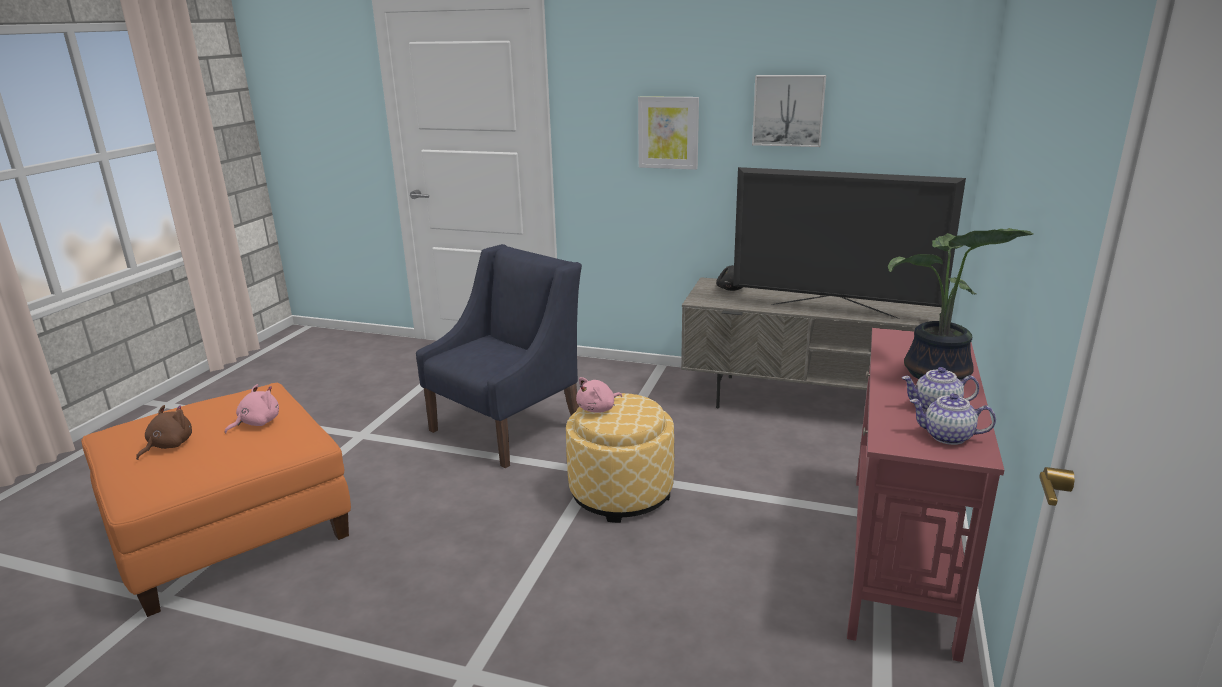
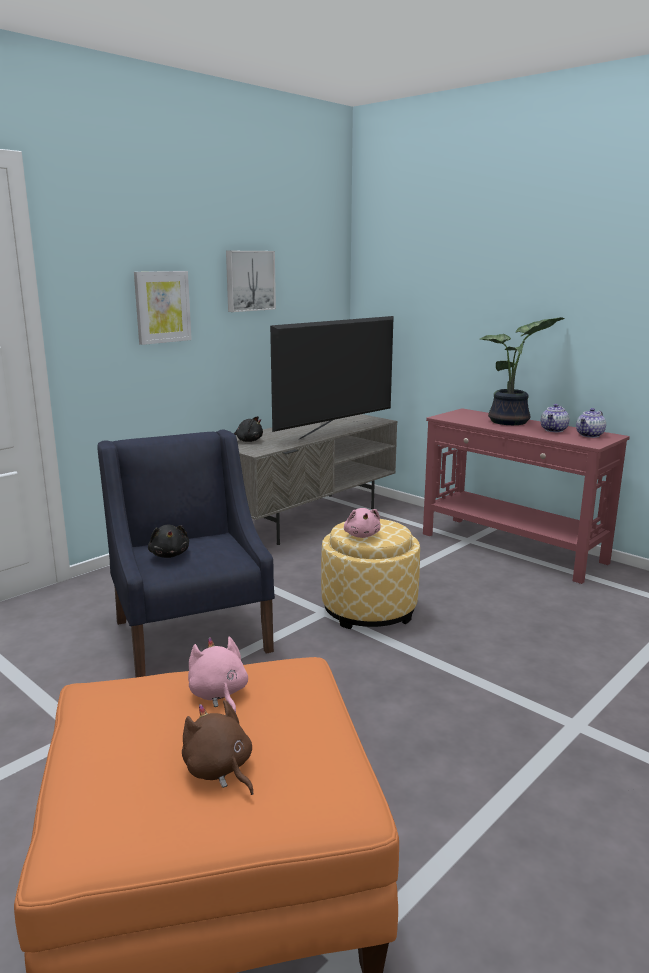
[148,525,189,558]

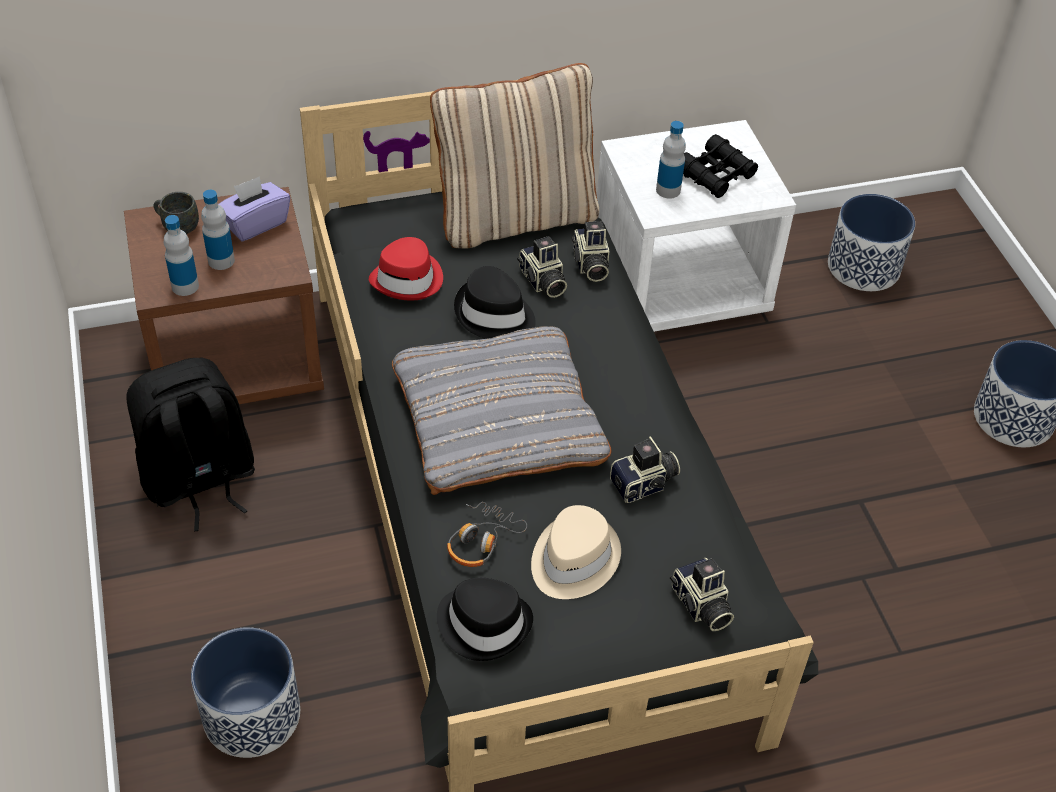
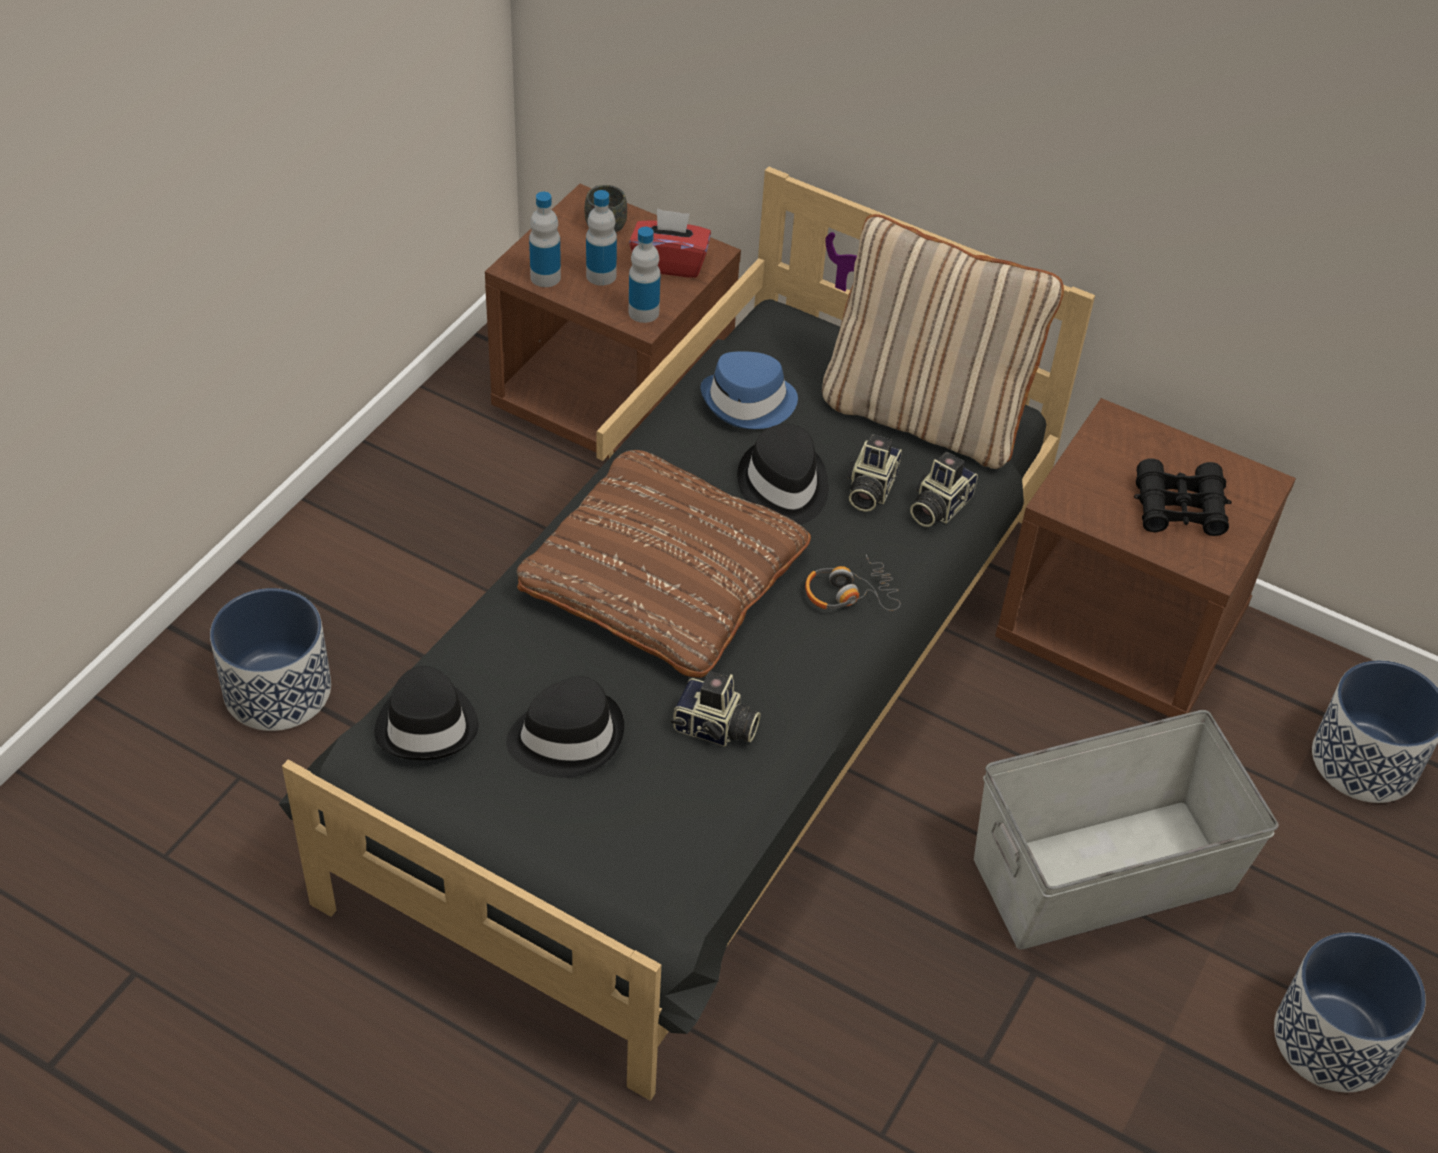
[506,676,624,778]
[517,450,811,678]
[629,209,711,278]
[629,227,660,323]
[701,351,798,429]
[805,555,901,611]
[974,710,1279,950]
[995,398,1296,717]
[126,358,255,532] (first image)
[670,558,734,631] (first image)

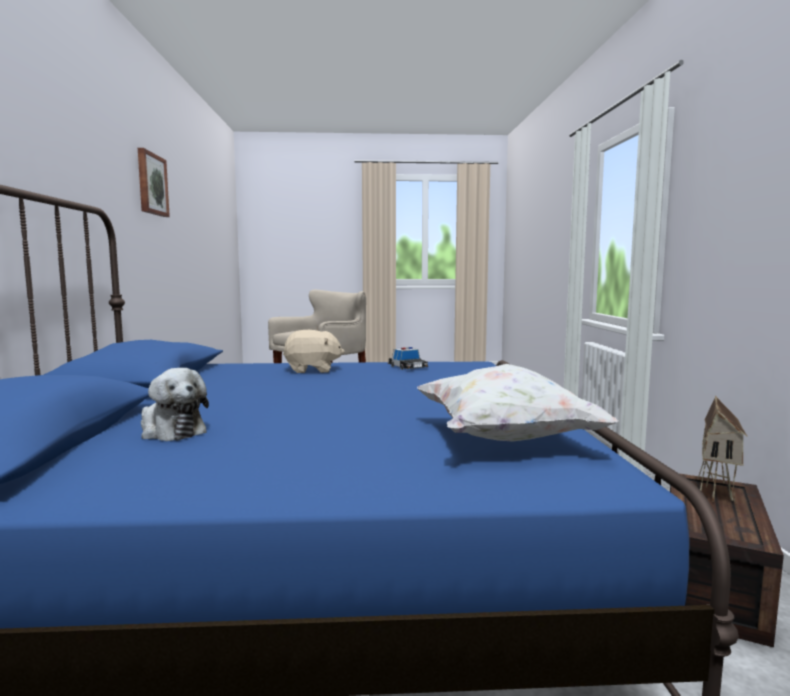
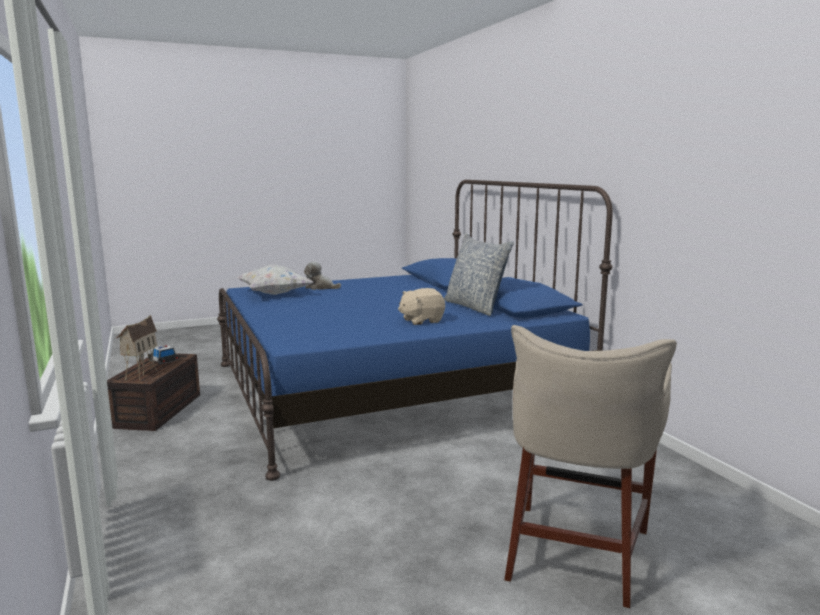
[147,345,180,364]
[304,261,341,290]
[444,234,514,316]
[138,148,170,217] (first image)

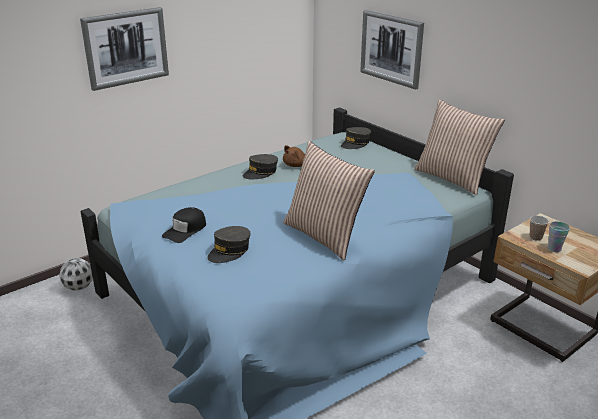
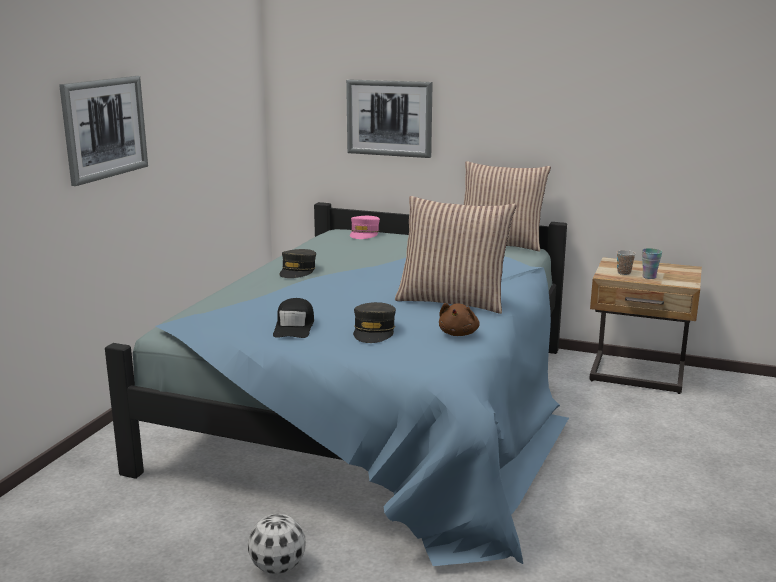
[248,514,305,574]
[350,216,380,239]
[439,303,480,336]

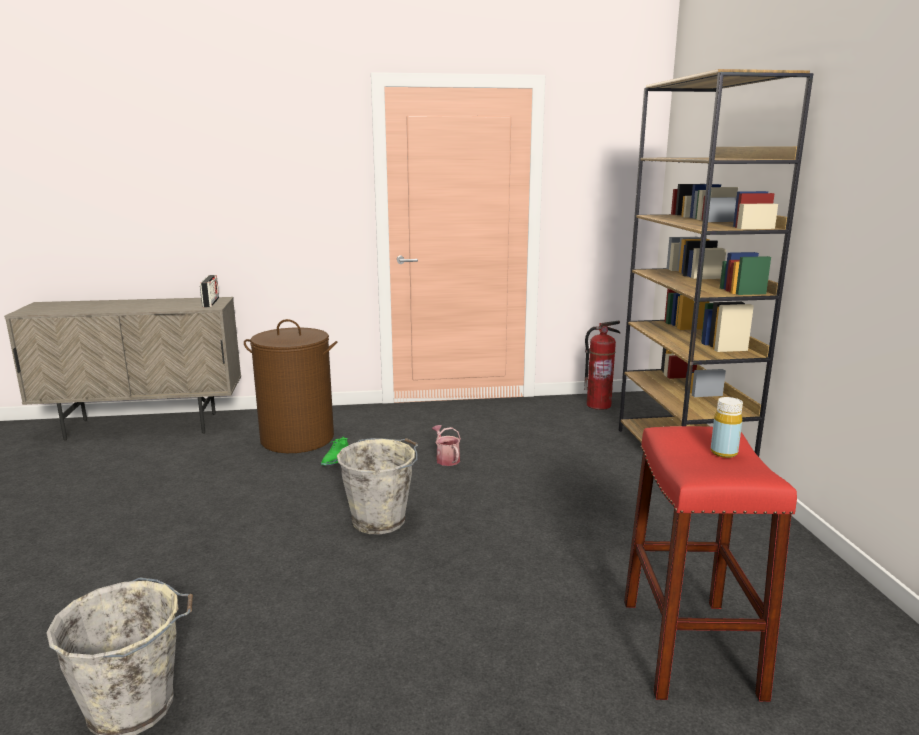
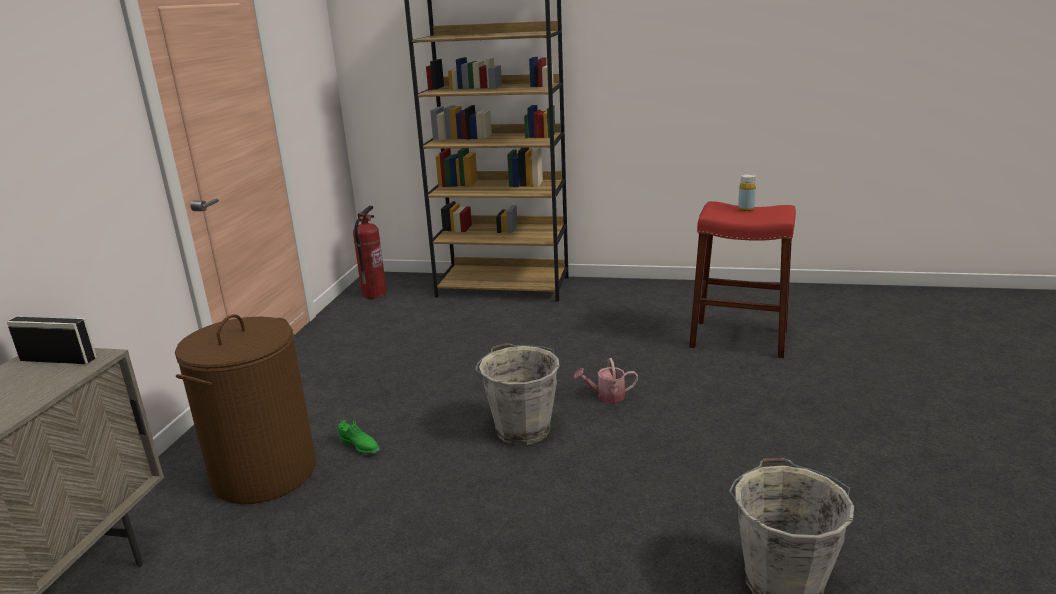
[574,358,638,403]

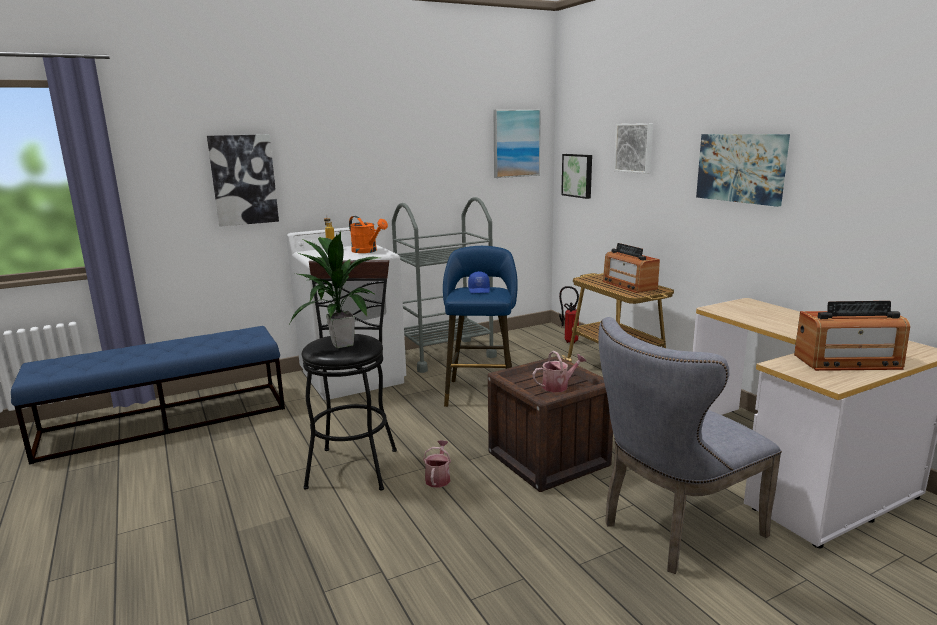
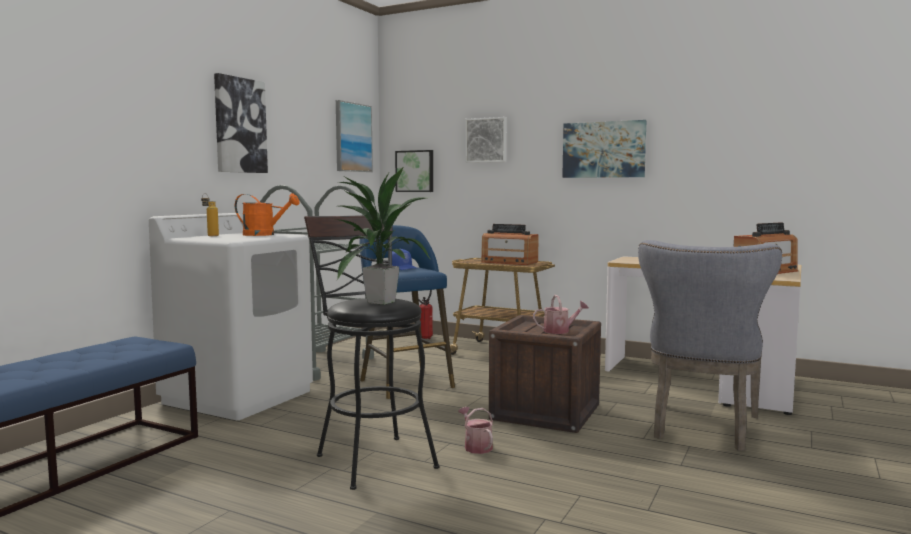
[214,73,268,173]
[533,295,589,334]

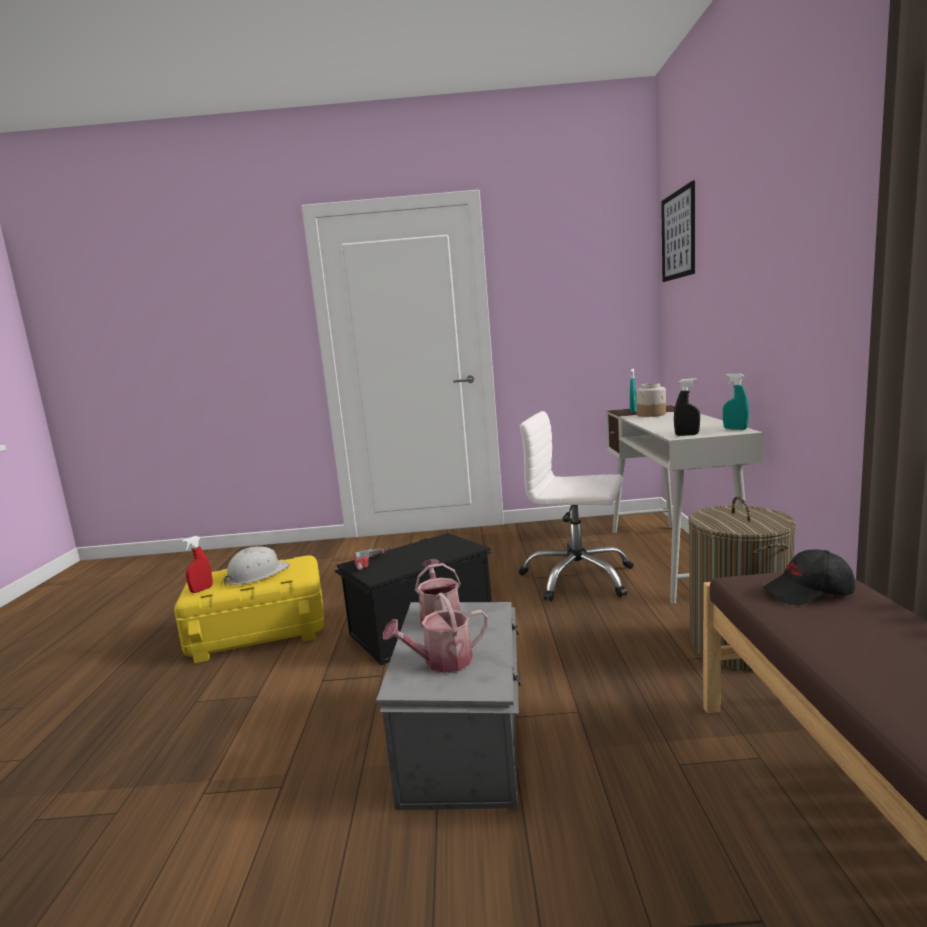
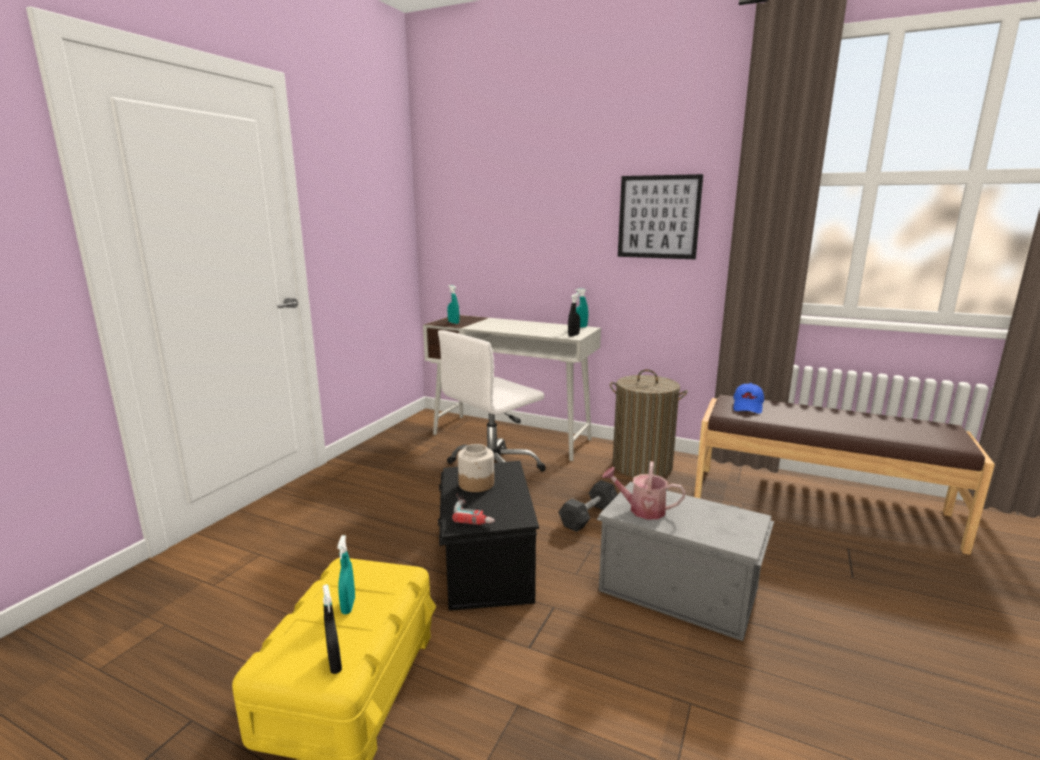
[323,584,342,674]
[337,535,355,614]
[458,444,494,492]
[558,480,618,532]
[618,174,703,259]
[733,383,764,414]
[383,593,488,673] (first image)

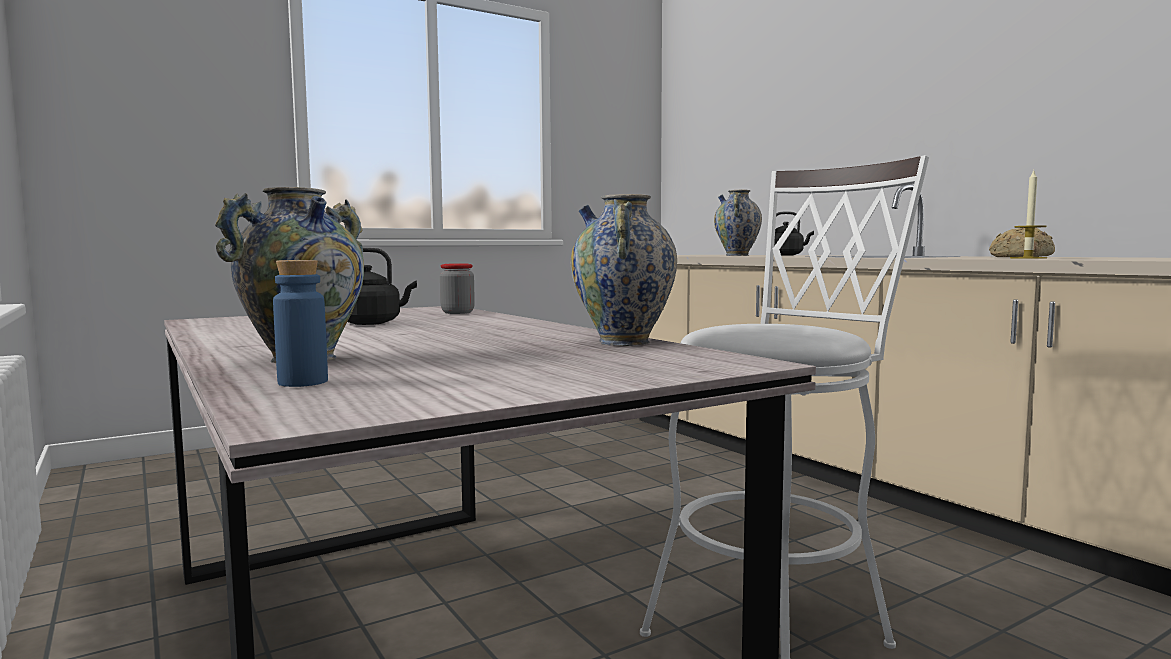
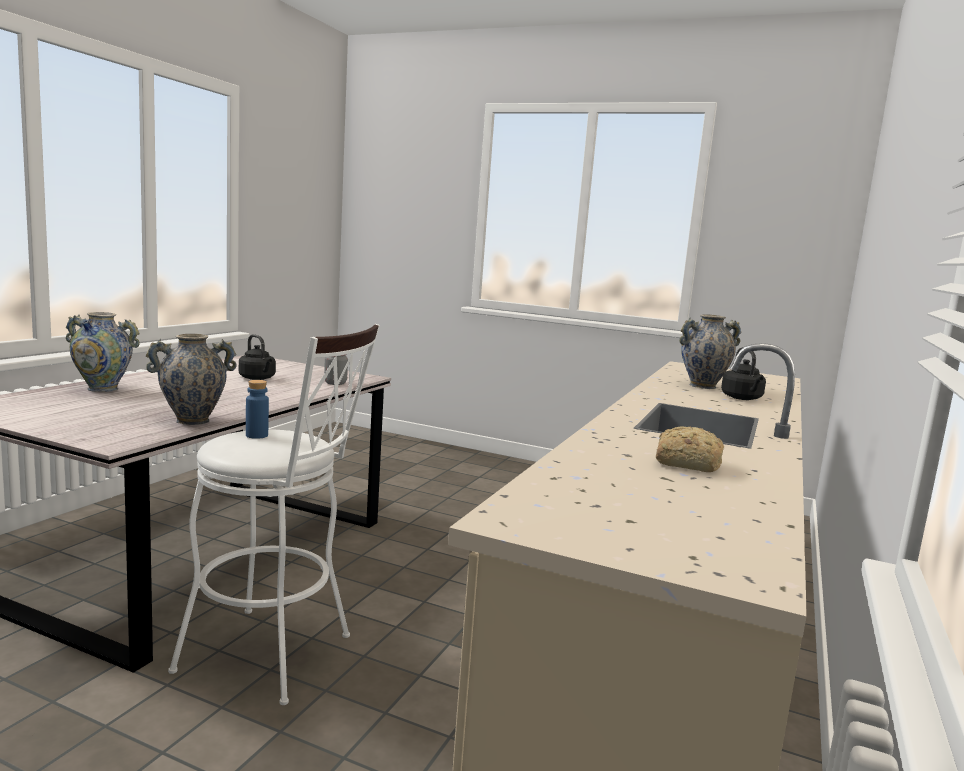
[246,380,269,439]
[1010,171,1047,259] (first image)

